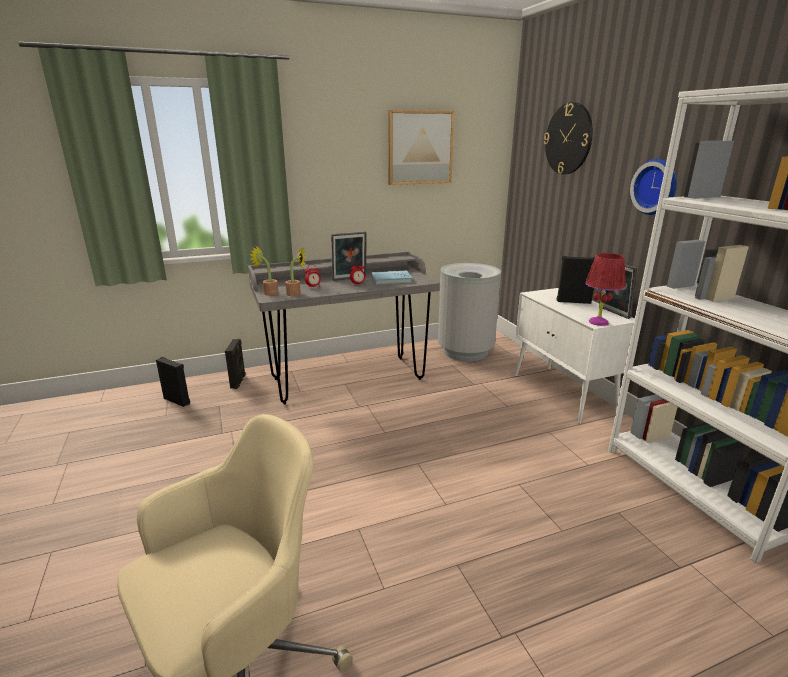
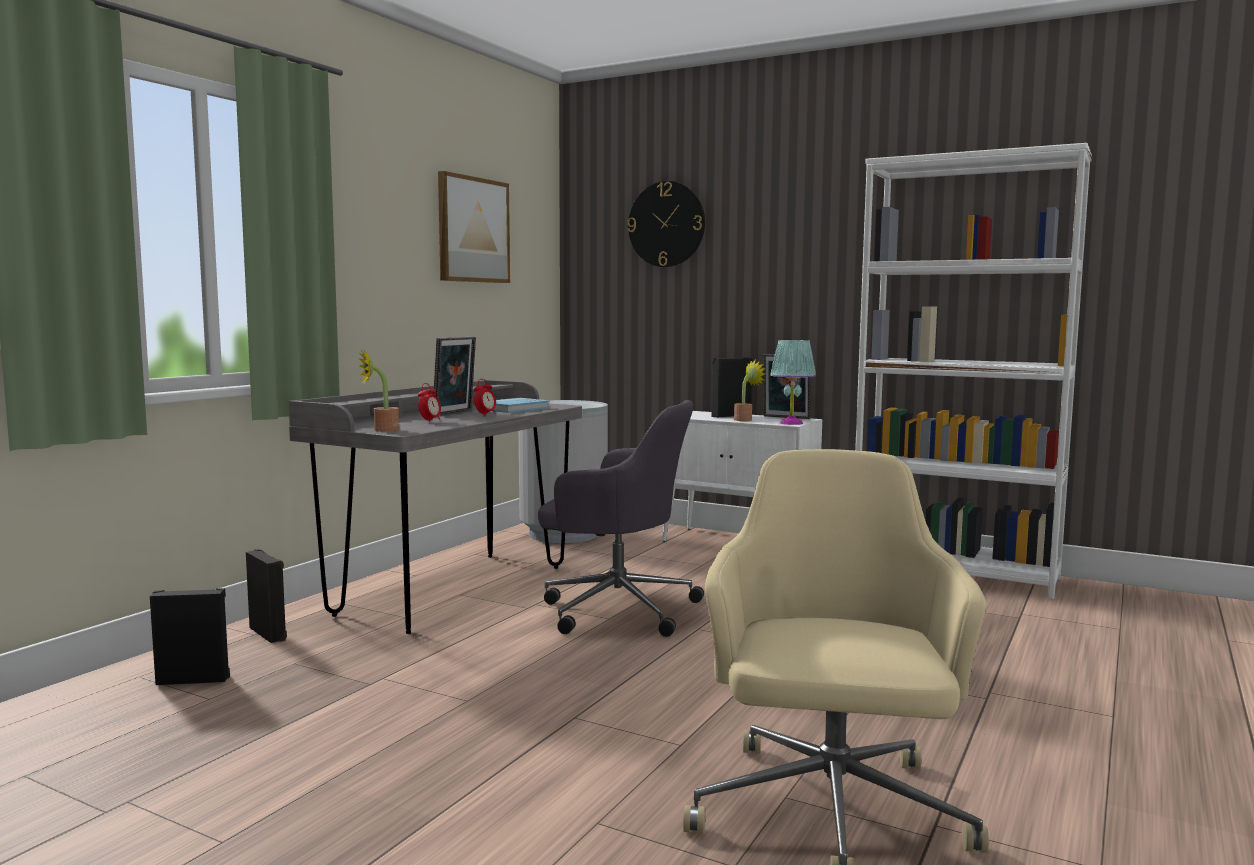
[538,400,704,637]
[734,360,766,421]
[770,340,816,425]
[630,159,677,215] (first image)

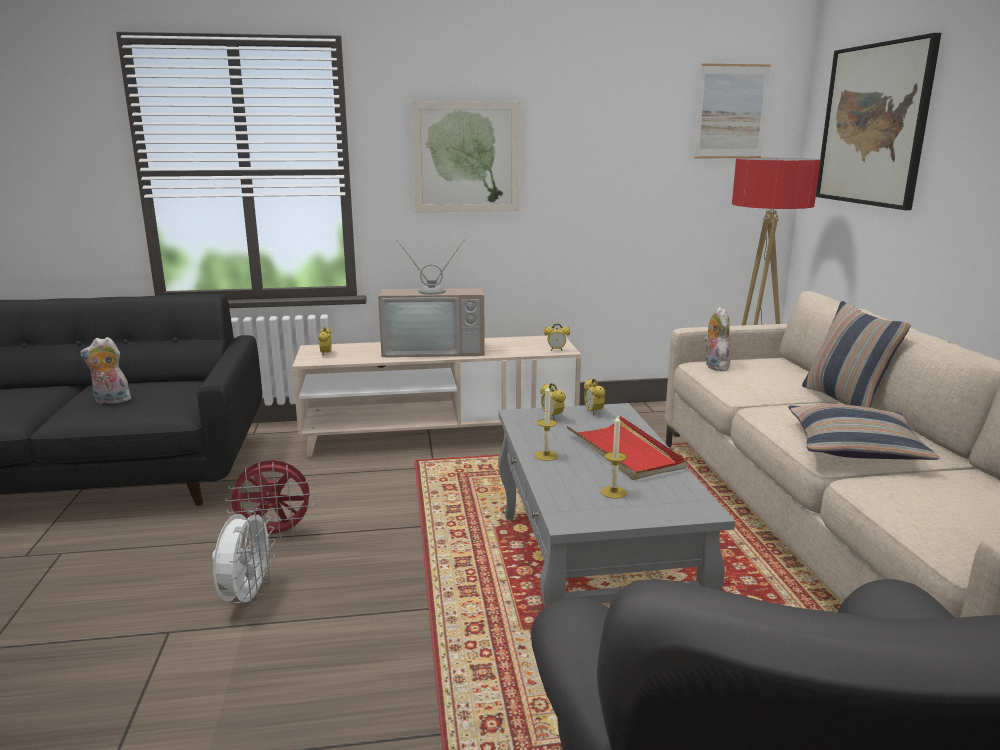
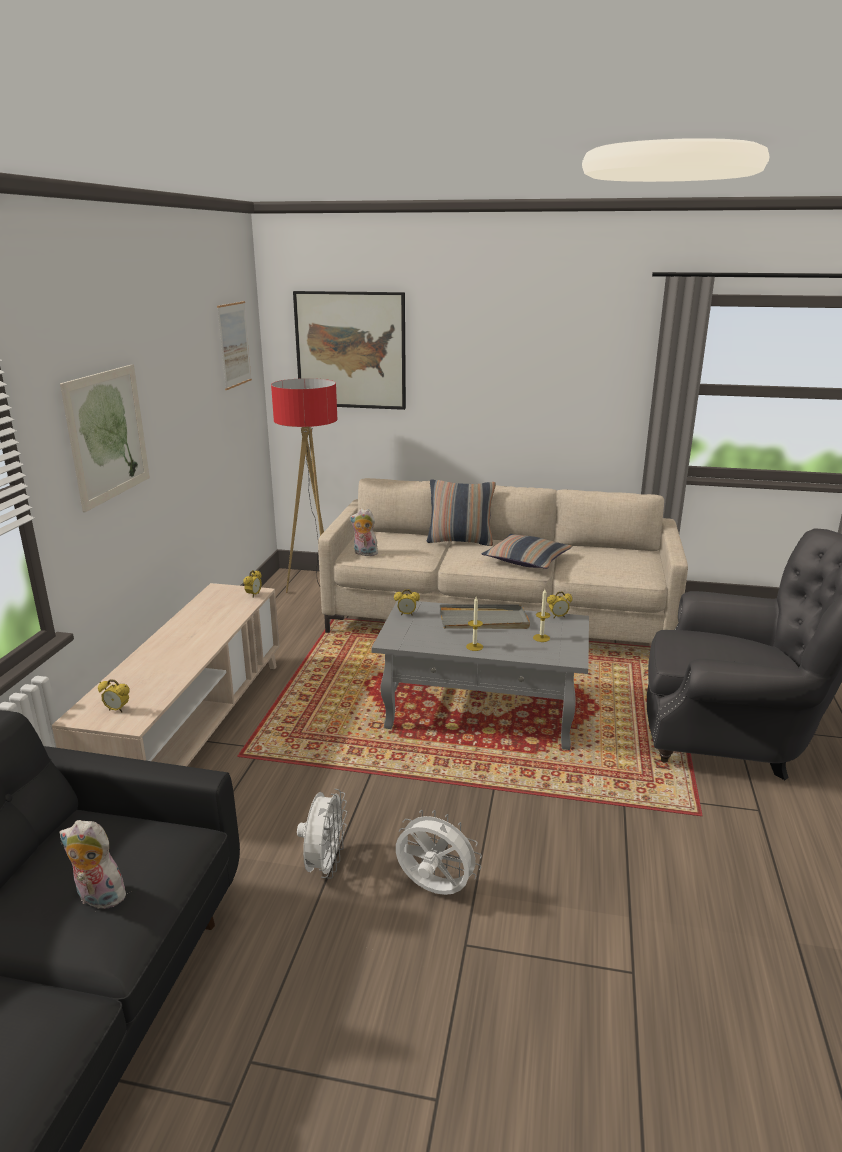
[60,820,128,909]
[297,789,347,879]
[440,604,530,629]
[547,591,573,618]
[378,239,485,357] (first image)

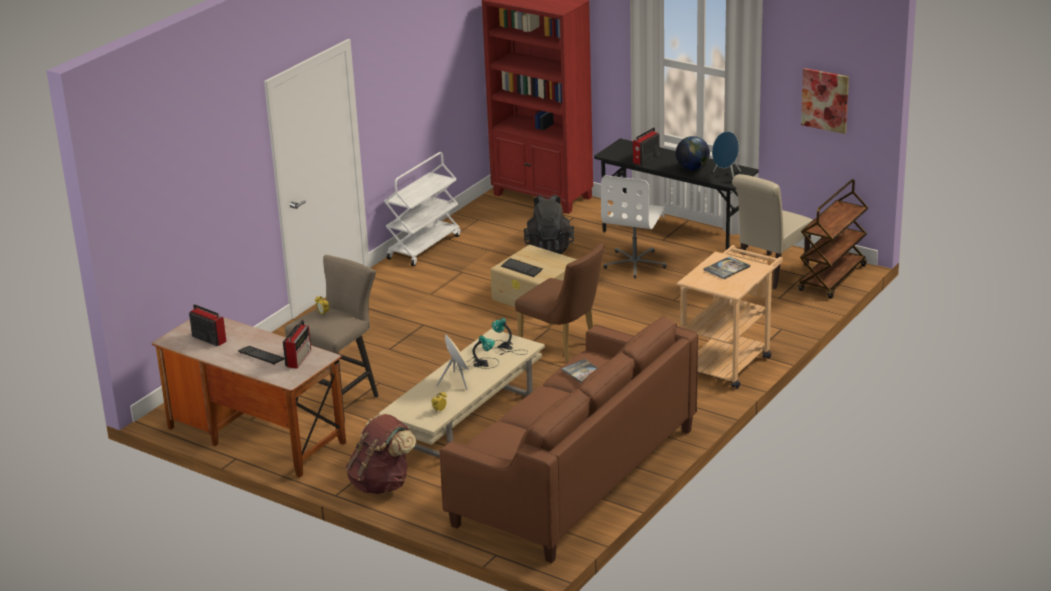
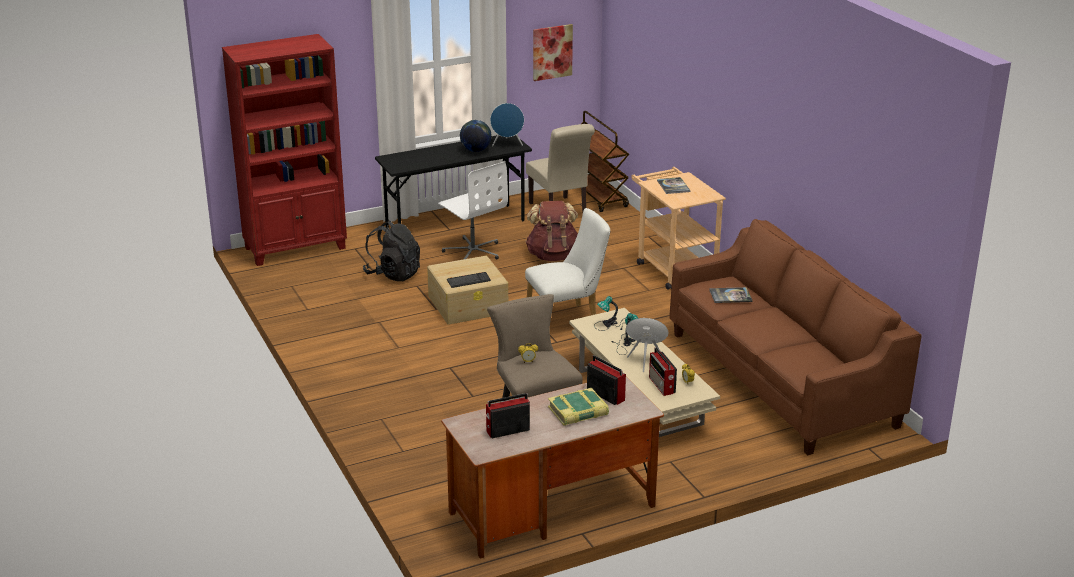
[525,201,578,261]
[525,208,611,315]
[548,388,609,426]
[649,347,677,396]
[384,152,460,266] (first image)

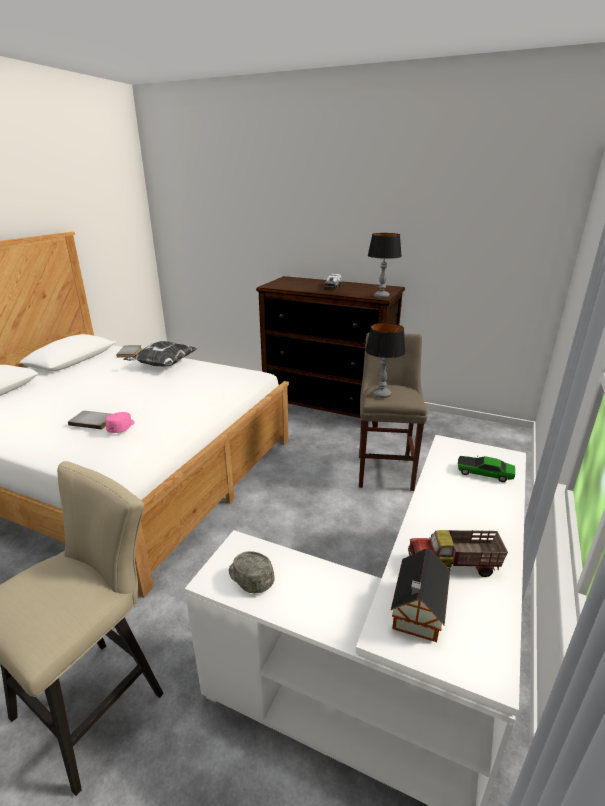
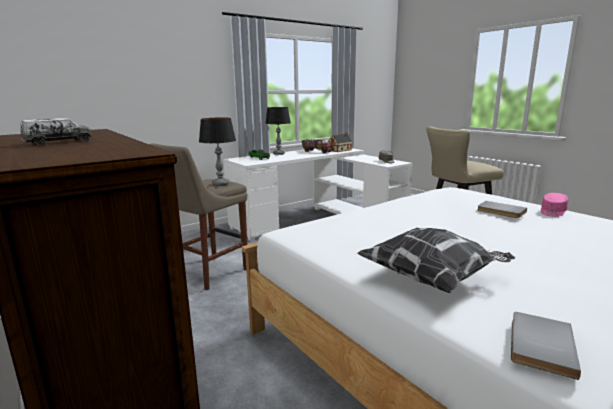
[265,107,291,155]
[541,193,568,217]

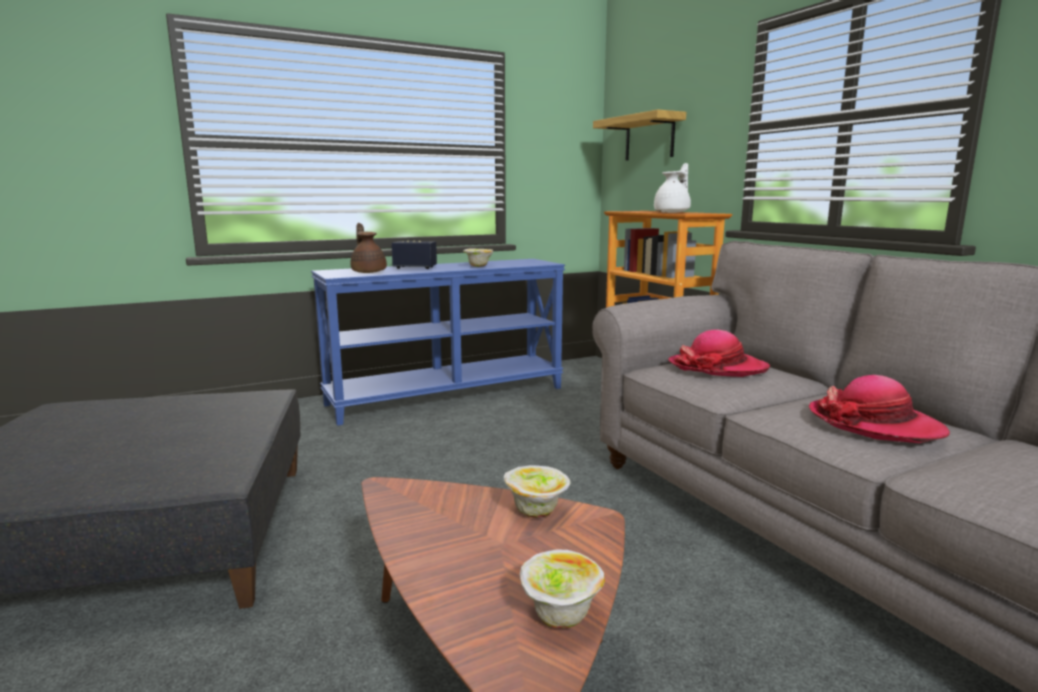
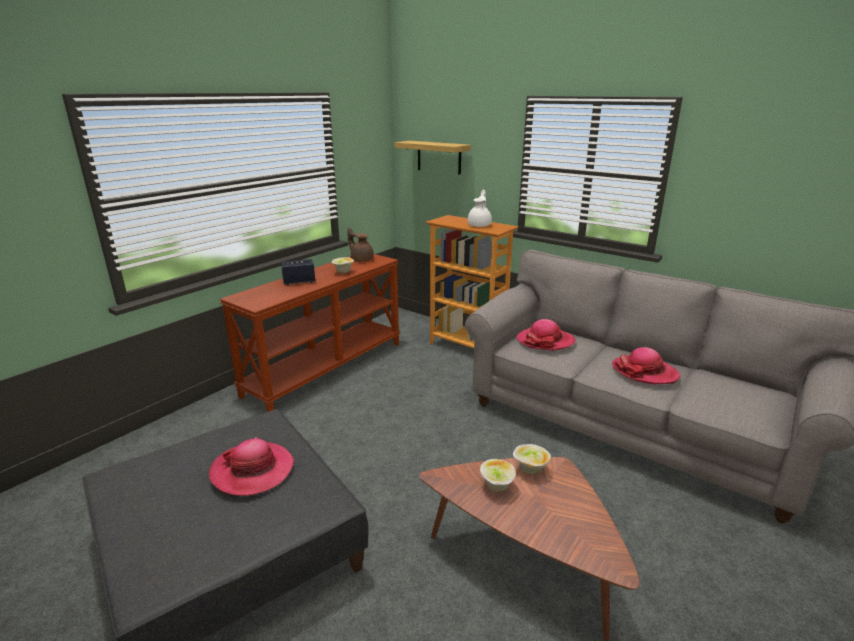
[209,437,295,496]
[219,254,400,412]
[347,227,374,262]
[480,459,516,493]

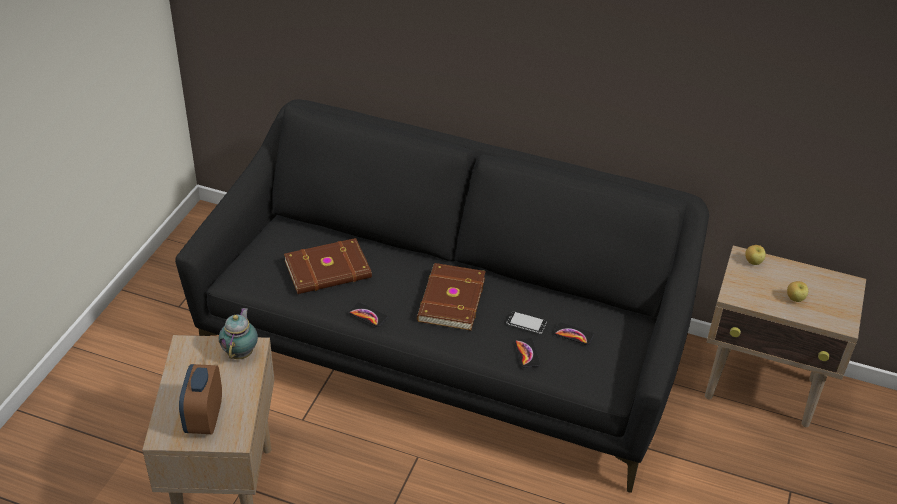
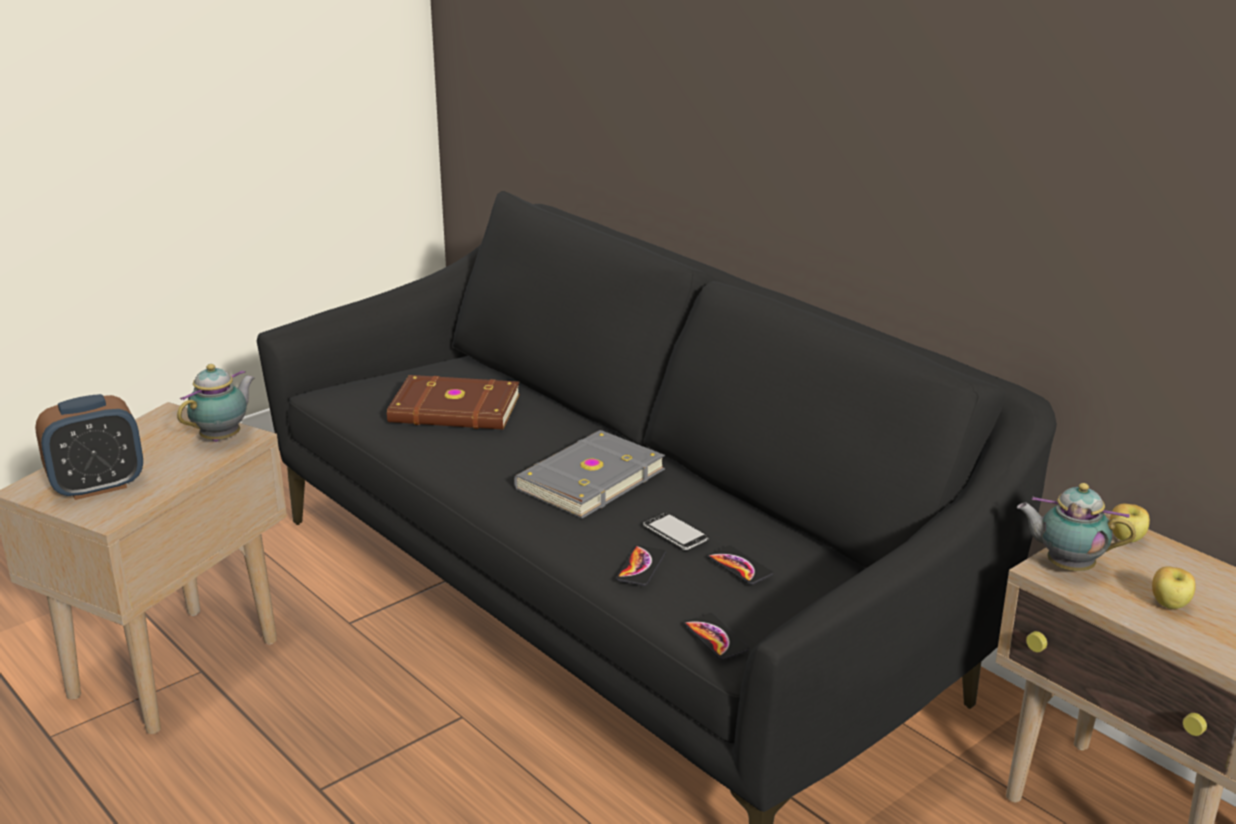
[35,394,143,500]
[514,430,665,519]
[684,613,749,660]
[1017,483,1136,571]

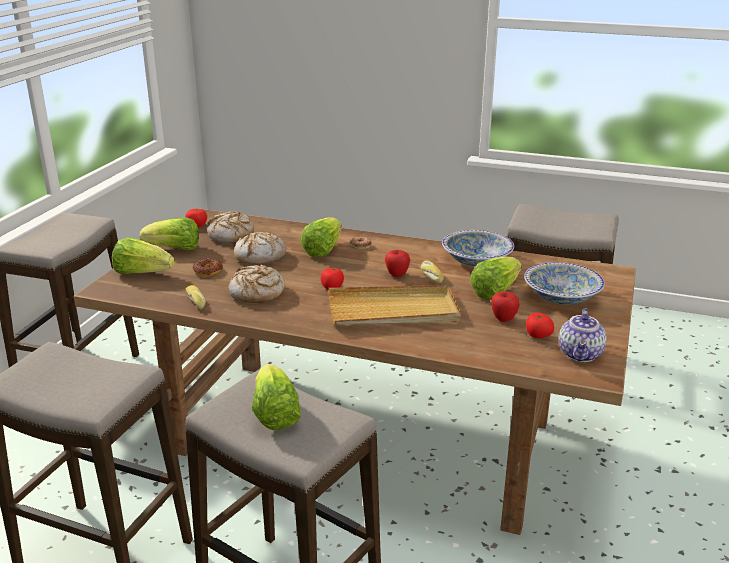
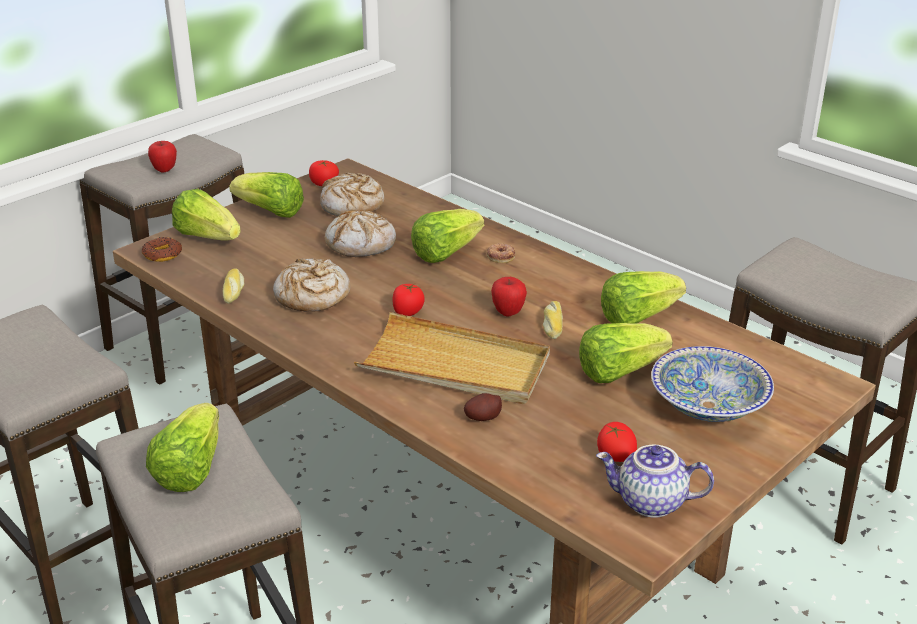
[142,237,182,262]
[148,141,177,172]
[464,393,502,421]
[596,445,714,518]
[601,271,686,324]

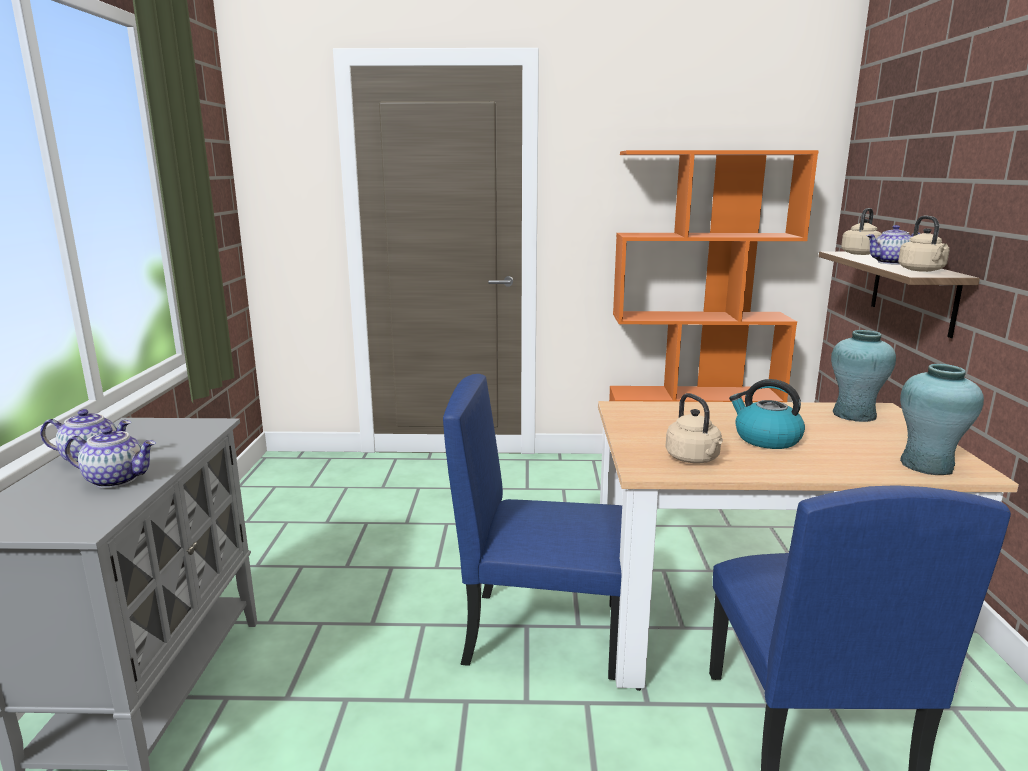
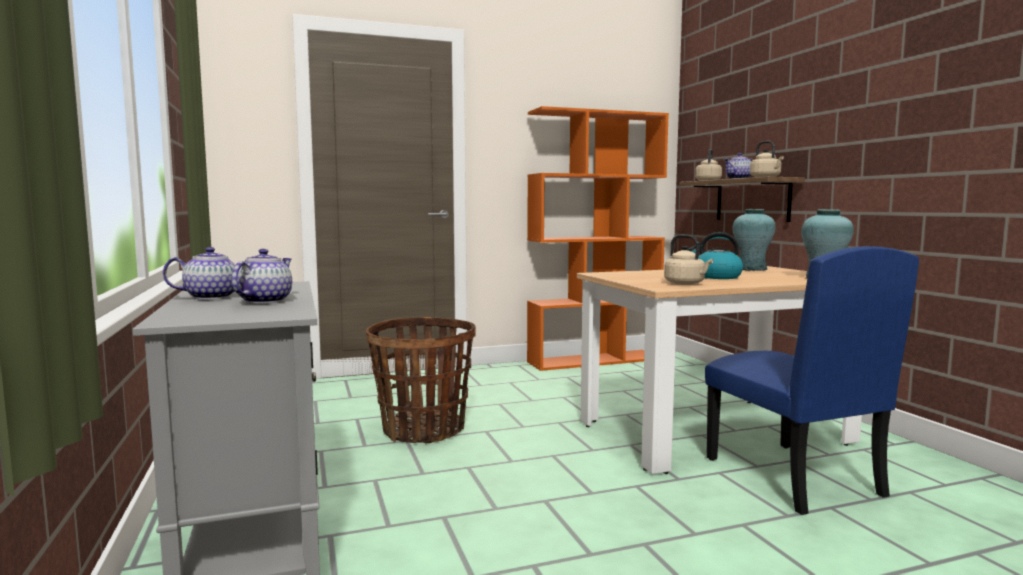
[231,249,292,304]
[366,317,476,443]
[443,374,622,680] (first image)

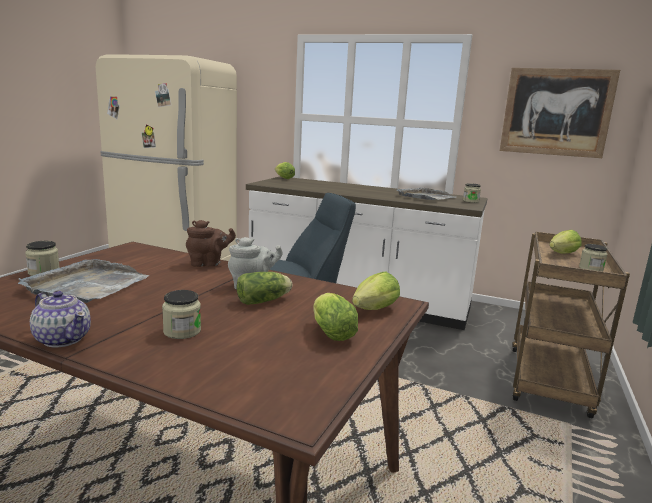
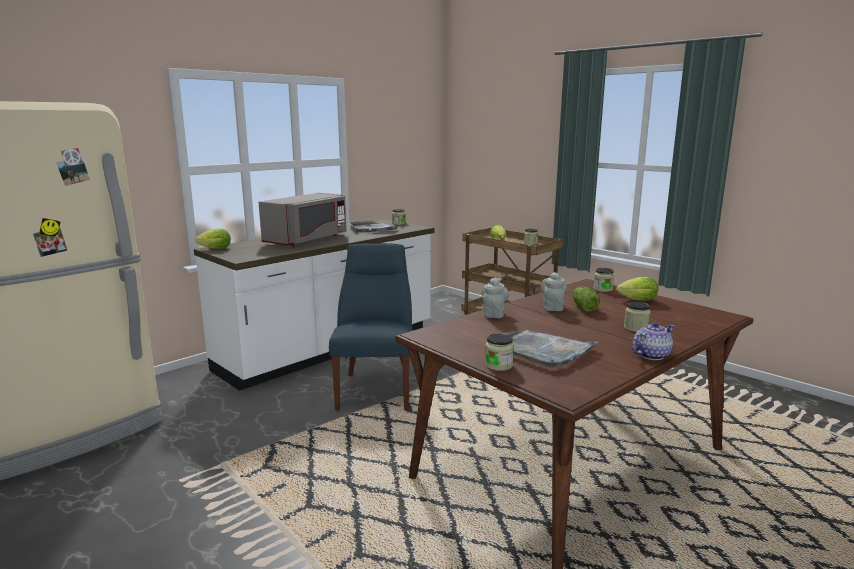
[259,193,346,246]
[482,278,509,318]
[593,268,614,292]
[500,68,620,158] (first image)

